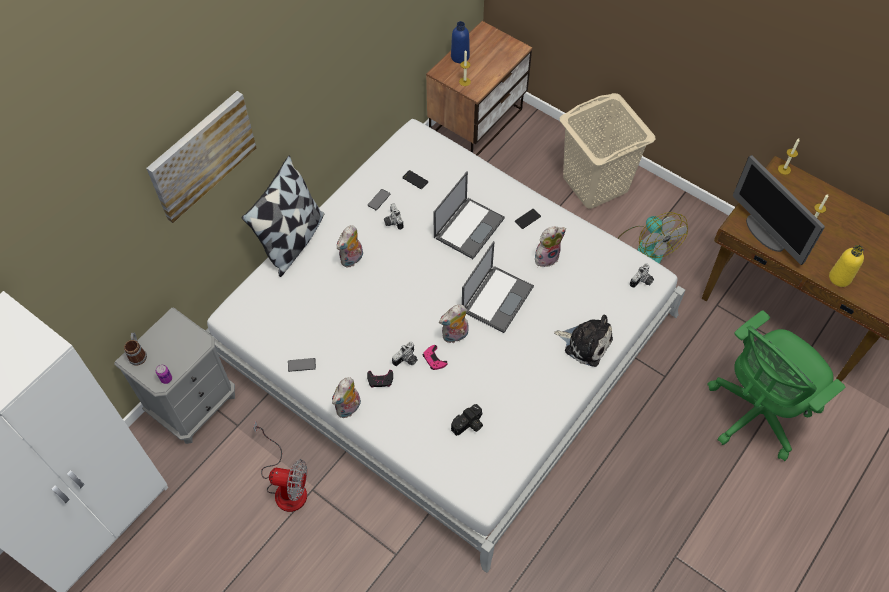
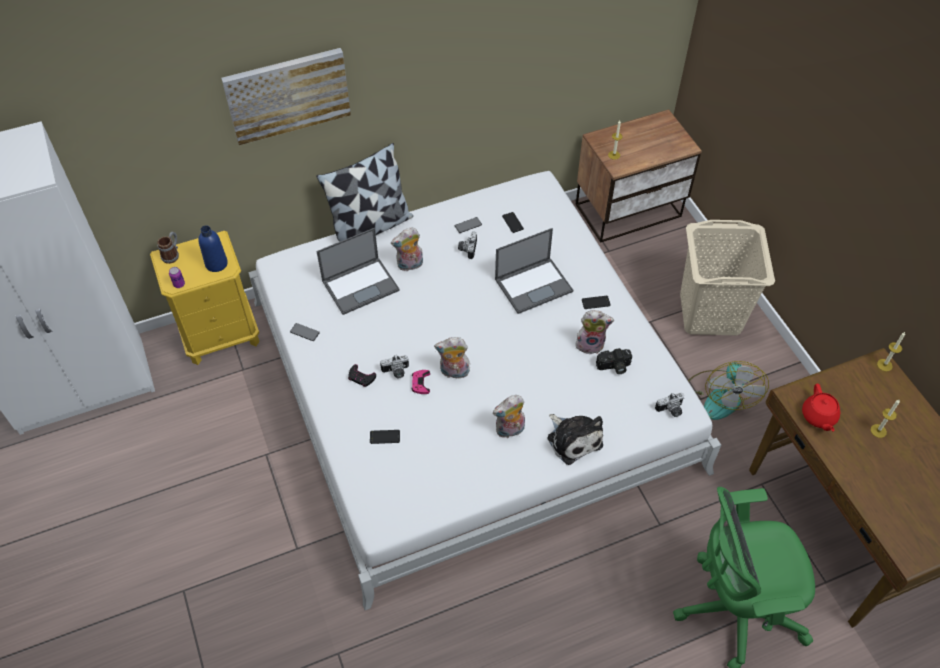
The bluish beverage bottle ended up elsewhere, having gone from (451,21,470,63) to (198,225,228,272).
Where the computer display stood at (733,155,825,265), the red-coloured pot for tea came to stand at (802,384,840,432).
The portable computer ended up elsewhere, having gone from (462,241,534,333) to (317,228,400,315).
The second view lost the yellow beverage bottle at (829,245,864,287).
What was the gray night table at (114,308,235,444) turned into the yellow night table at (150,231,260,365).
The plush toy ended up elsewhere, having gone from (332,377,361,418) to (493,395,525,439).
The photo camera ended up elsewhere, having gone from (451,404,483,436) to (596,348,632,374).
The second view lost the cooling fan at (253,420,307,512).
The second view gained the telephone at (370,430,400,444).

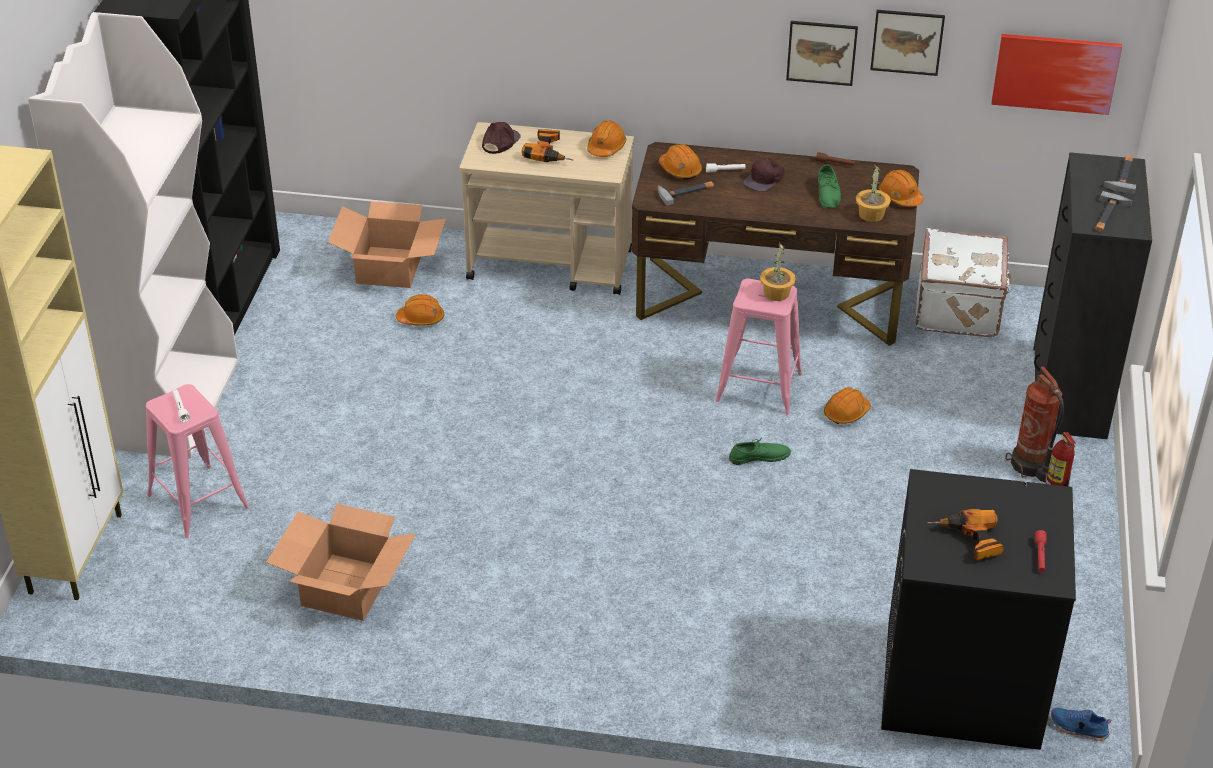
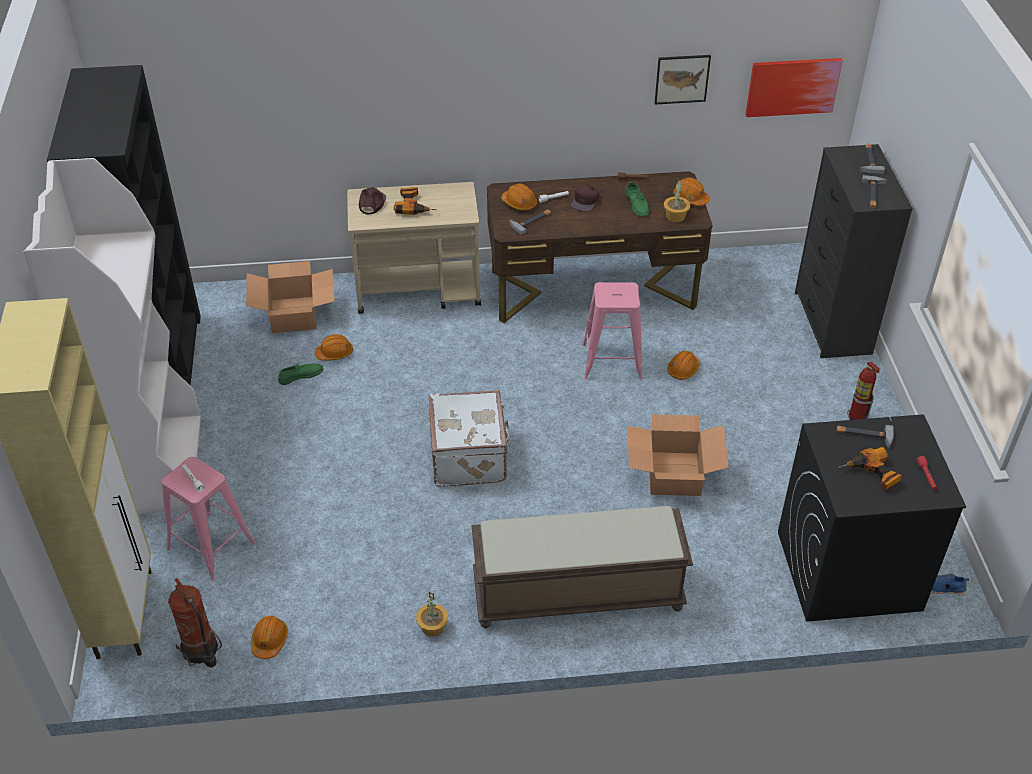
The second view lost the picture at (786,21,858,86).
The orange-coloured safety helmet ended up elsewhere, having gone from (587,121,626,157) to (251,616,288,659).
The white piece of luggage ended up elsewhere, having gone from (915,228,1011,337) to (429,390,510,487).
The plant in a pot ended up elsewhere, having gone from (760,242,796,301) to (416,592,448,637).
The fire-fighting cylinder ended up elsewhere, having gone from (1005,367,1064,483) to (168,578,222,668).
The greenish item of footwear ended up elsewhere, having gone from (729,437,791,465) to (278,362,324,385).
The packing box ended up elsewhere, having gone from (266,504,416,621) to (627,414,729,496).
The second view gained the hammer at (837,425,894,449).
The second view gained the brown indoor bench at (472,506,693,628).

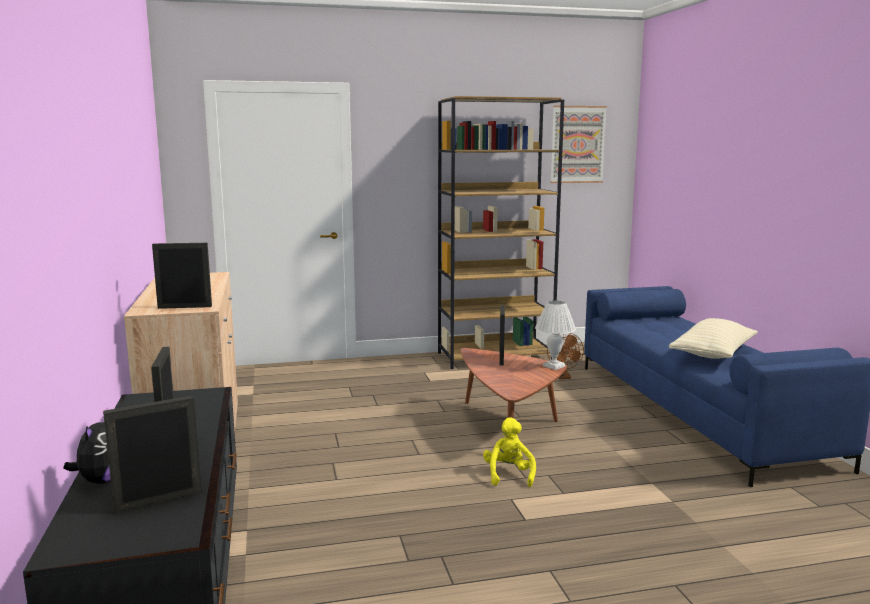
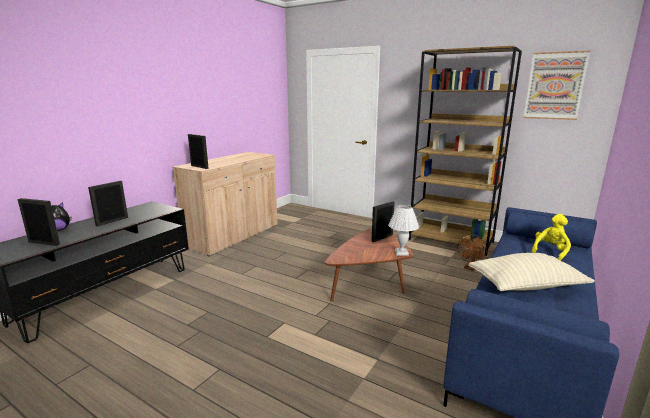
The yellow plush toy ended up elsewhere, having gone from (483,417,536,487) to (532,214,571,261).

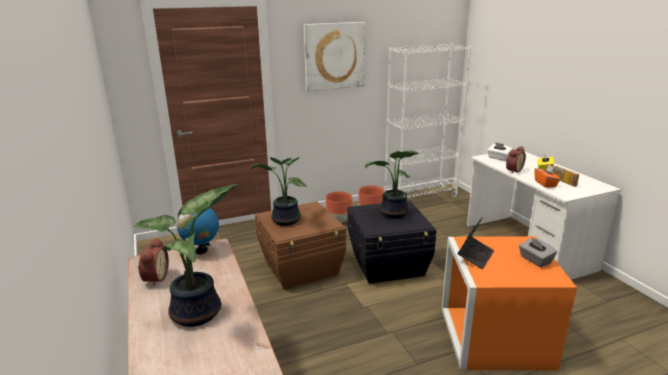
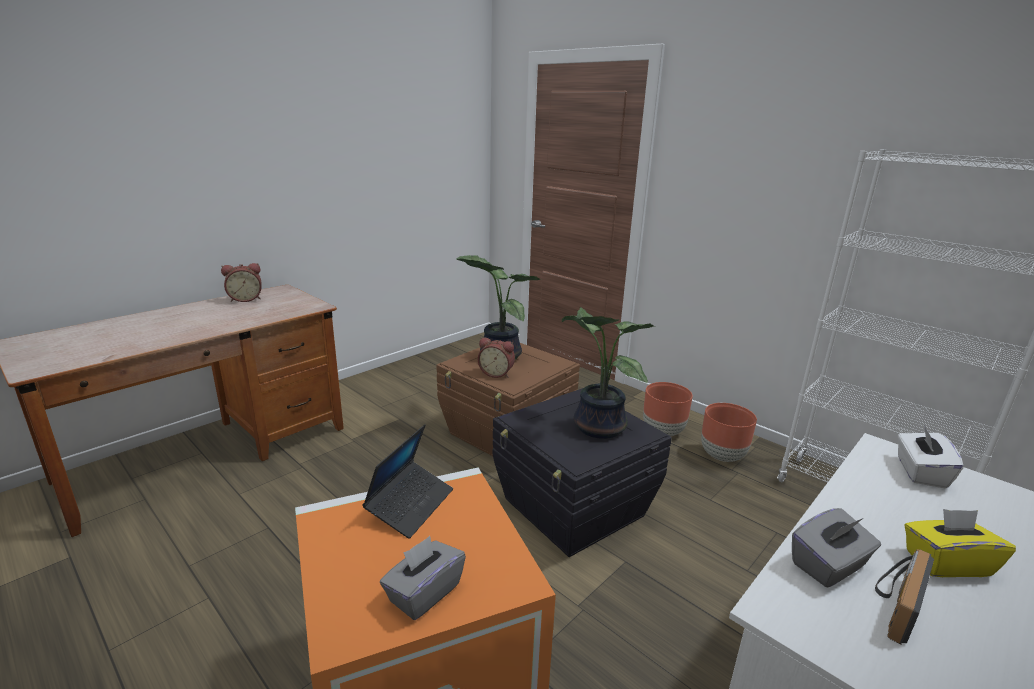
The second view lost the picture at (304,22,365,91).
The alarm clock ended up elsewhere, having gone from (506,146,526,173) to (478,337,515,378).
What was the orange-coloured box of tissues at (535,165,560,188) turned into the gray box of tissues at (792,508,881,587).
The second view lost the plant in a pot at (133,184,238,327).
The second view lost the globe at (177,208,219,254).
The portable computer at (458,217,494,269) ended up facing another way, 75 degrees counterclockwise from before.

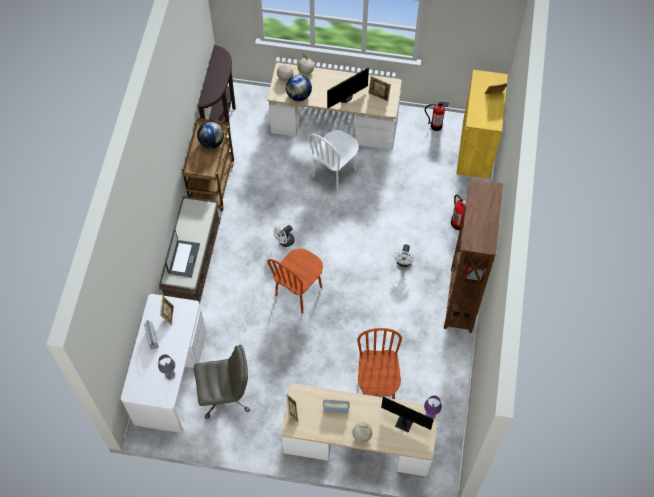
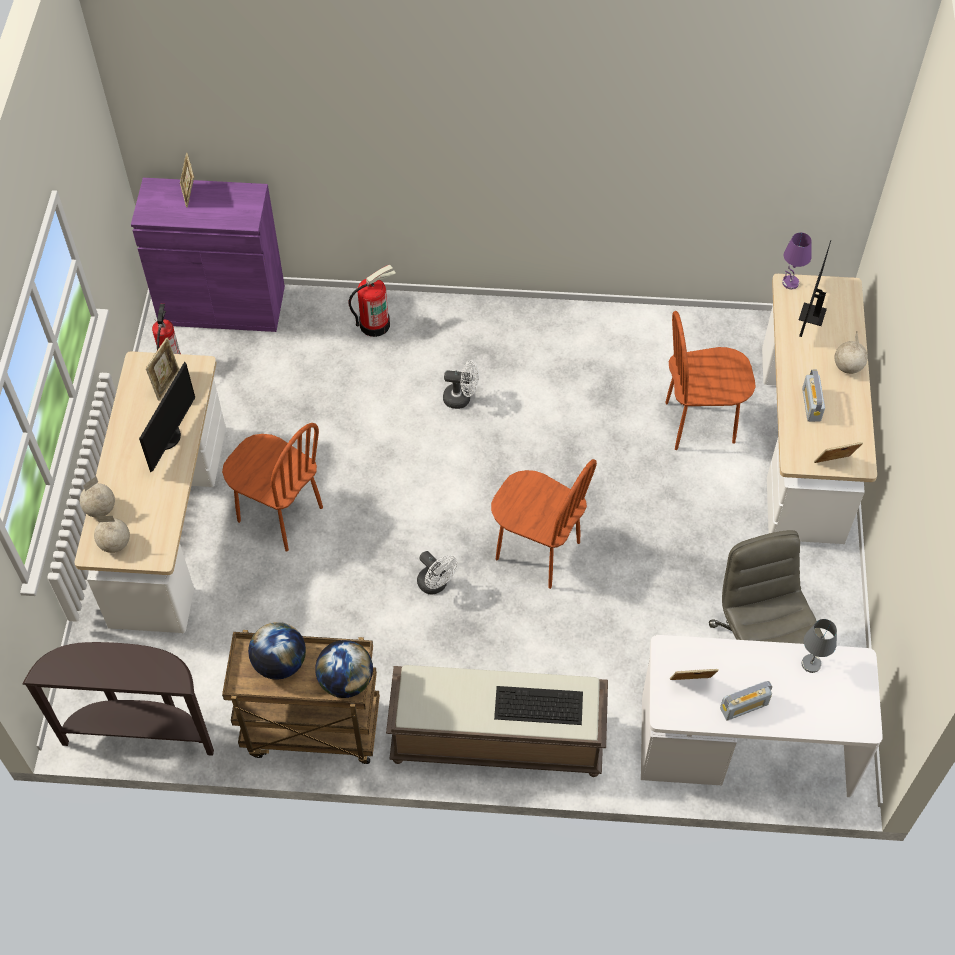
The computer display at (327,67,369,108) ended up facing another way, 60 degrees clockwise from before.
What was the yellow cupboard at (456,70,508,179) turned into the purplish cupboard at (131,178,285,332).
The globe ended up elsewhere, having gone from (286,75,312,101) to (315,640,373,698).
What was the white plain chair at (308,130,359,193) turned into the brown plain chair at (222,423,323,552).
The second view lost the brown shelving unit at (444,179,503,333).
Where the portable computer stood at (165,229,200,277), the keyboard came to stand at (494,686,583,725).

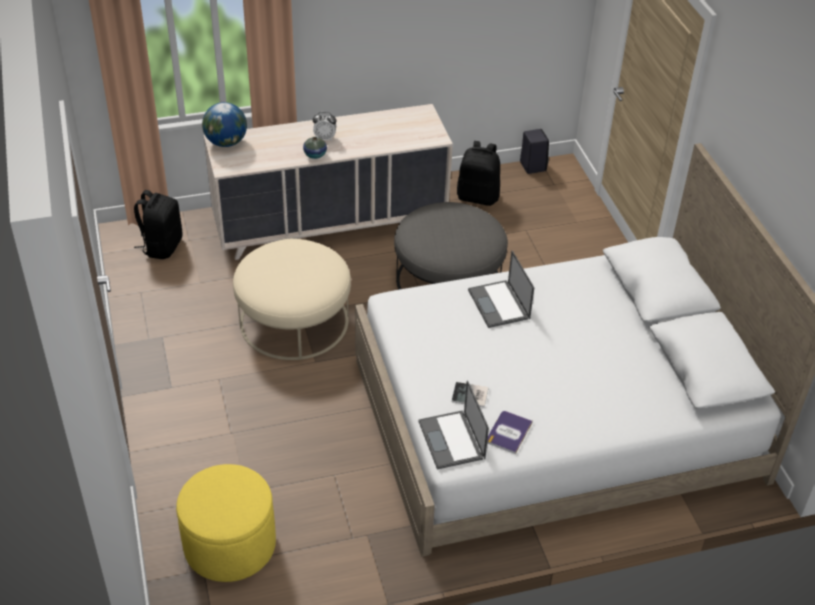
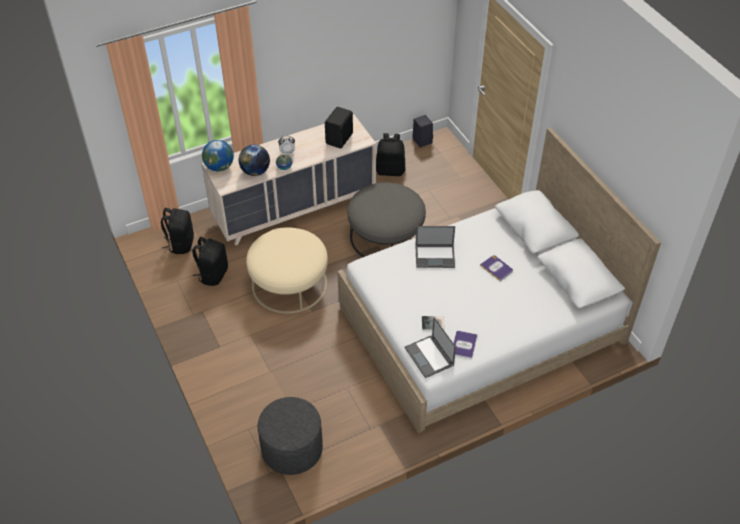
The portable computer at (468,251,534,328) ended up facing another way, 60 degrees counterclockwise from before.
What was the yellow pouffe at (176,464,276,582) turned into the gray pouffe at (258,397,323,475).
The second view gained the blackish audio speaker at (325,107,353,148).
The second view gained the globe at (239,145,270,176).
The second view gained the blackish backpack at (192,237,228,286).
The second view gained the book at (480,255,513,281).

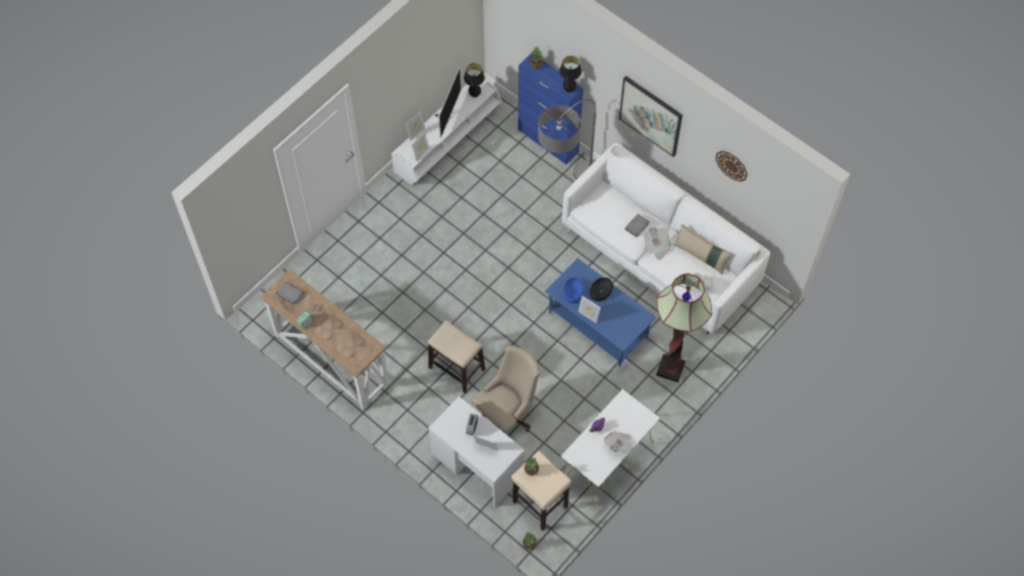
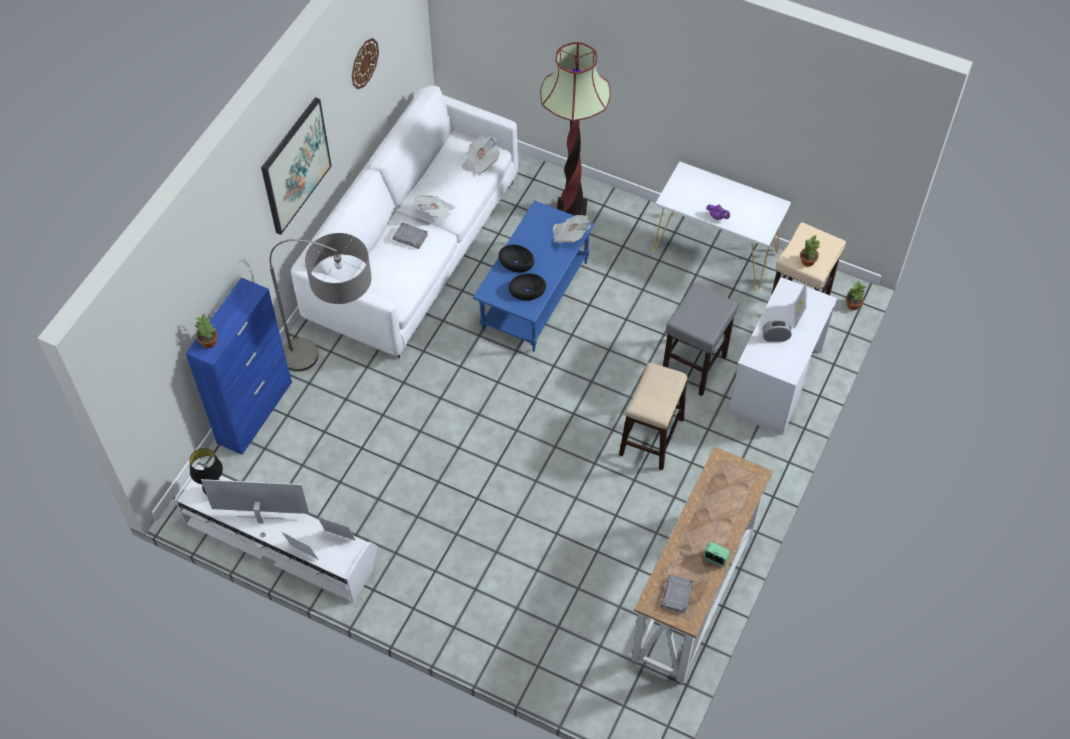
The second view lost the blackish lamp for a table at (559,56,581,92).
The second view lost the beige-coloured throw pillow at (674,224,733,275).
What was the bluish bowl at (563,277,584,303) turned into the blackish bowl at (509,273,546,301).
The second view lost the standing frame at (578,296,601,324).
Where the beige-coloured desk chair stood at (470,345,541,433), the gray sitting stool came to stand at (663,283,739,396).
The printed paper ended up elsewhere, having gone from (604,431,633,454) to (553,215,591,243).

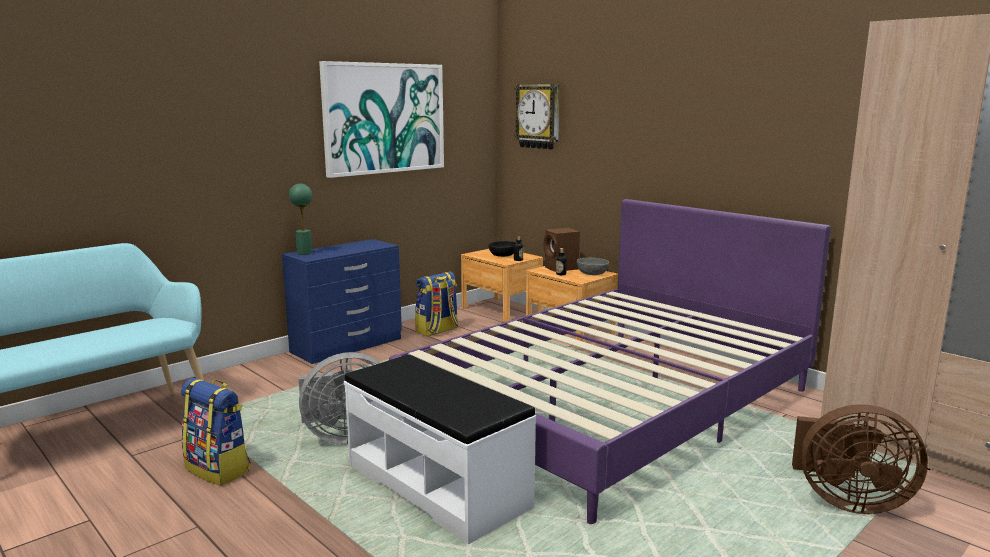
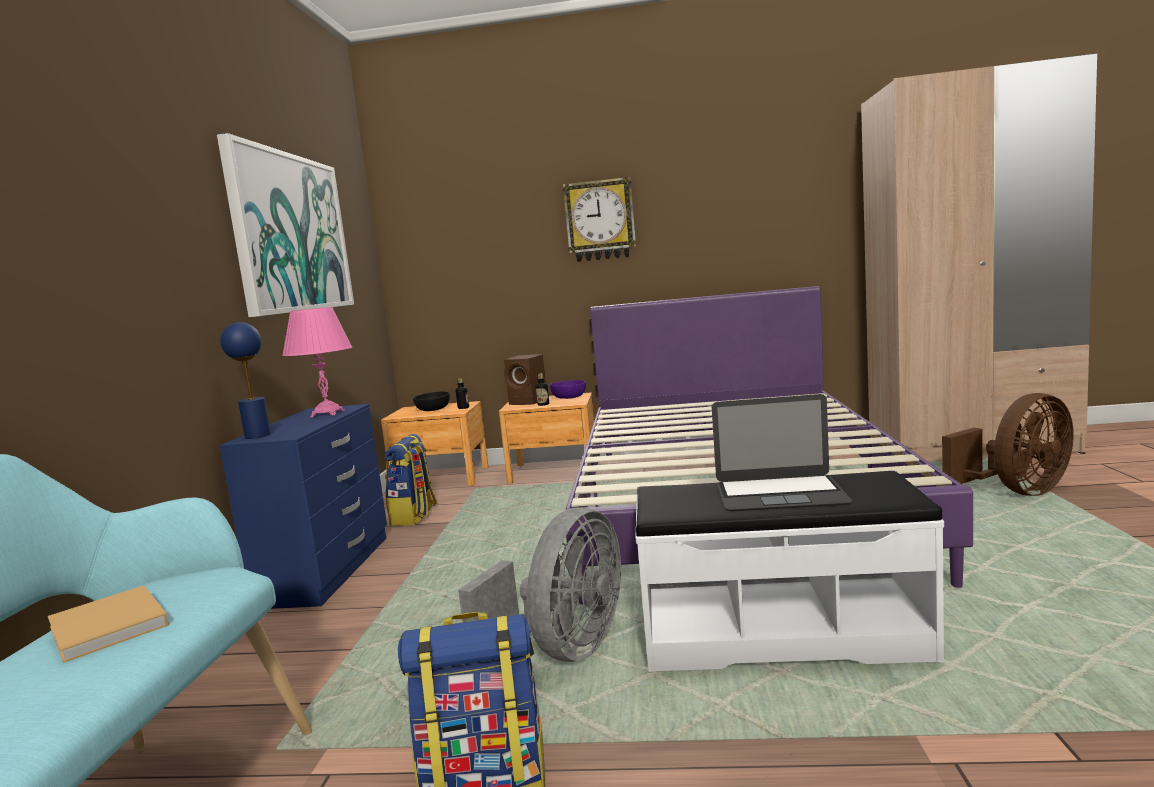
The wall clock ended up elsewhere, having gone from (514,84,560,149) to (563,177,636,262).
What was the greenish lamp for a table at (289,184,312,255) turned into the bluish lamp for a table at (220,322,271,439).
What was the gray bowl at (577,258,609,275) turned into the purplish bowl at (549,380,586,399).
The second view gained the pinkish lamp for a table at (282,307,352,417).
The second view gained the portable computer at (712,394,852,511).
The second view gained the beige-coloured book at (48,585,169,663).

